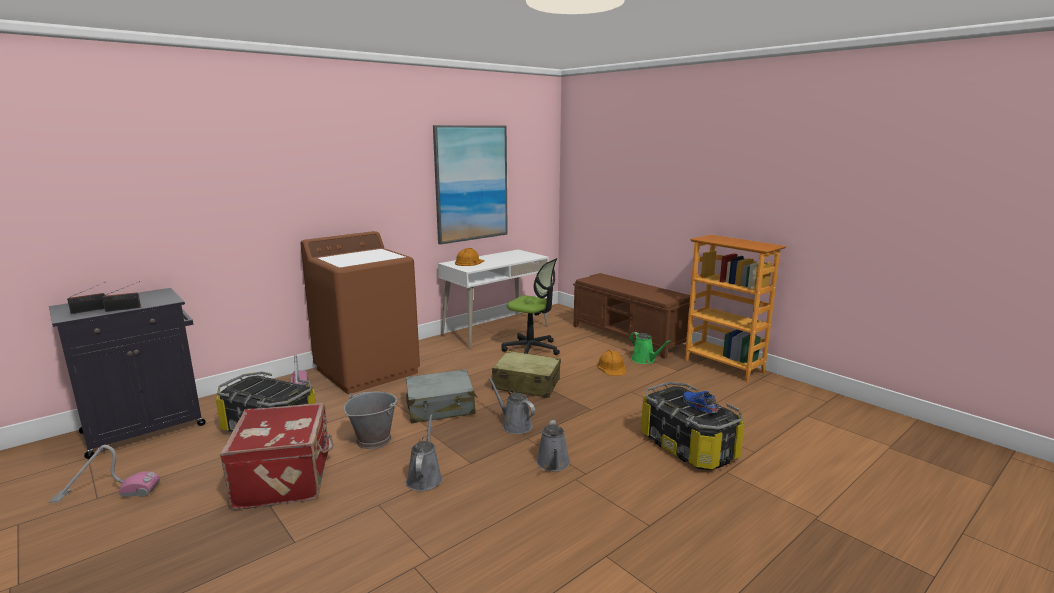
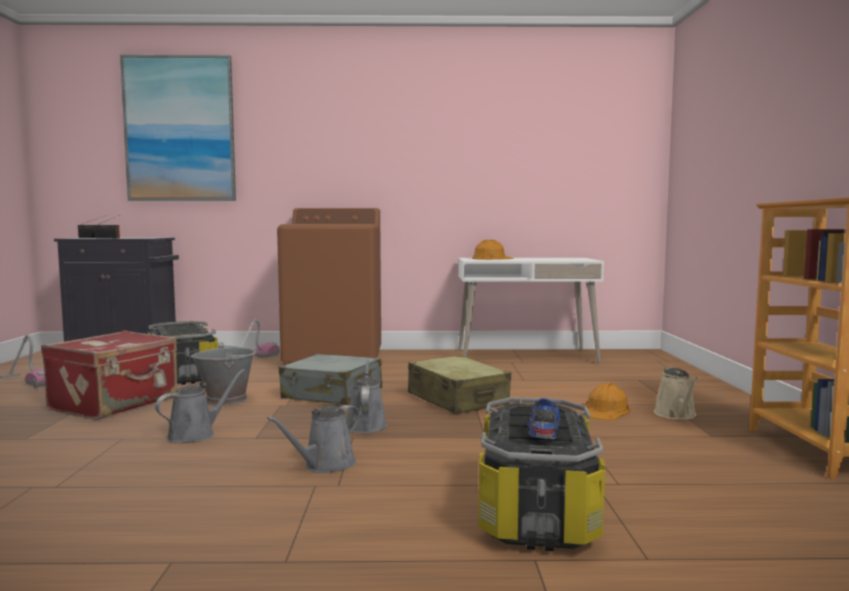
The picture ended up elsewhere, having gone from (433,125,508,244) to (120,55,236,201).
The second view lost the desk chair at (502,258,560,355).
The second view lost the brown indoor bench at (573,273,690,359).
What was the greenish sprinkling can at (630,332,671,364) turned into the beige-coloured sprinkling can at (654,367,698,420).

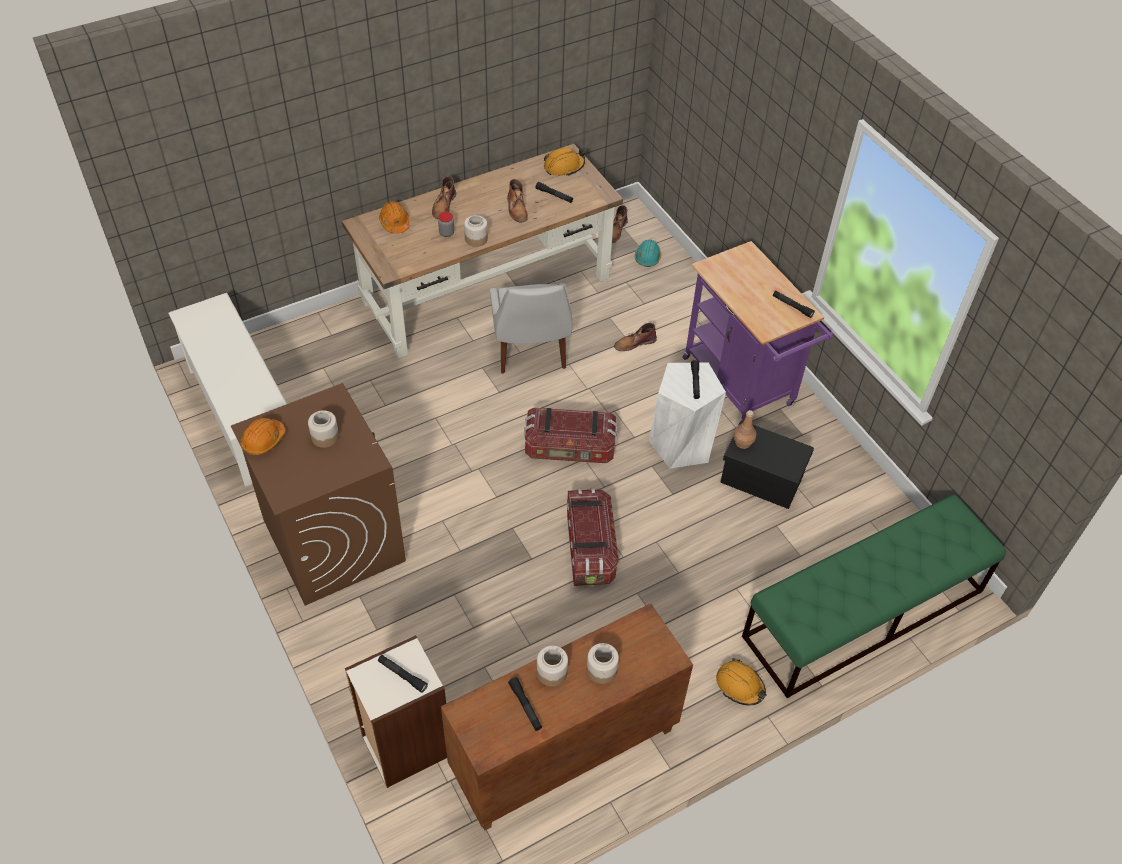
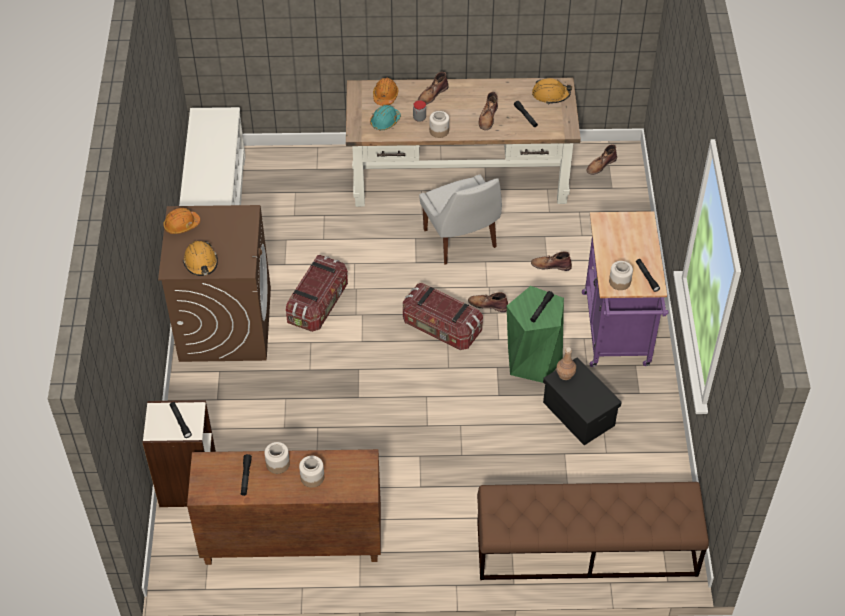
The blue-green safety helmet ended up elsewhere, having gone from (635,240,661,267) to (370,105,401,131).
The white plain chair at (490,283,572,374) ended up facing another way, 45 degrees counterclockwise from before.
What was the white sitting stool at (649,362,726,468) turned into the greenish sitting stool at (507,286,564,383).
The preserve jar ended up elsewhere, having gone from (308,410,339,448) to (609,261,633,290).
The storage container ended up elsewhere, having gone from (567,488,619,586) to (286,255,348,332).
What was the greenish indoor bench at (742,495,1006,698) turned into the brown indoor bench at (477,482,709,580).
The orange-coloured safety helmet ended up elsewhere, having gone from (716,658,767,706) to (183,241,218,276).
The second view gained the brown high-top boot at (468,292,508,312).

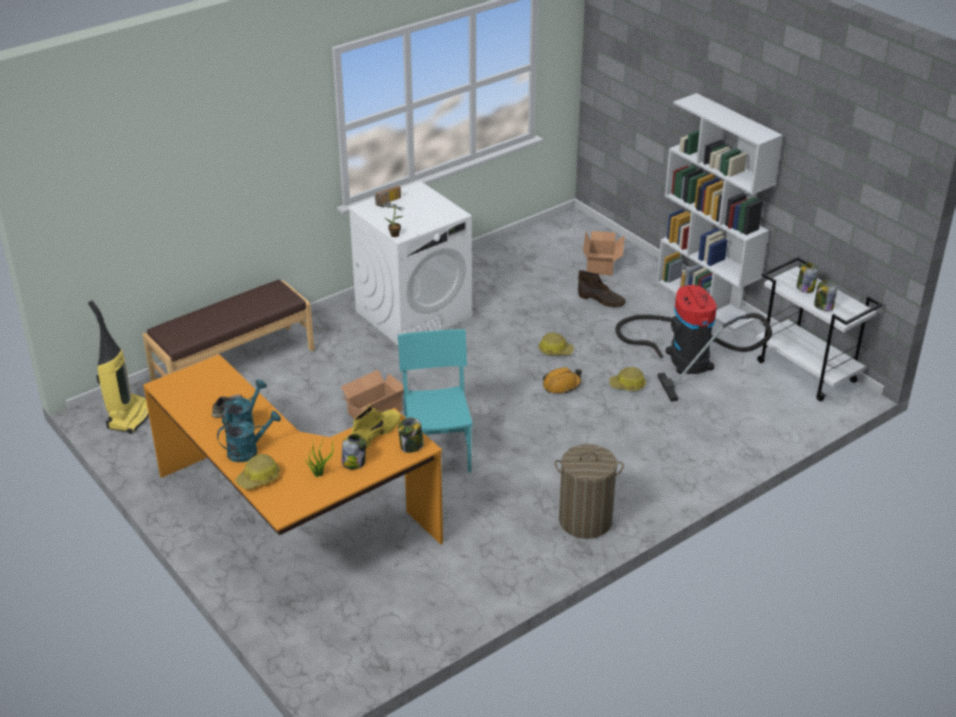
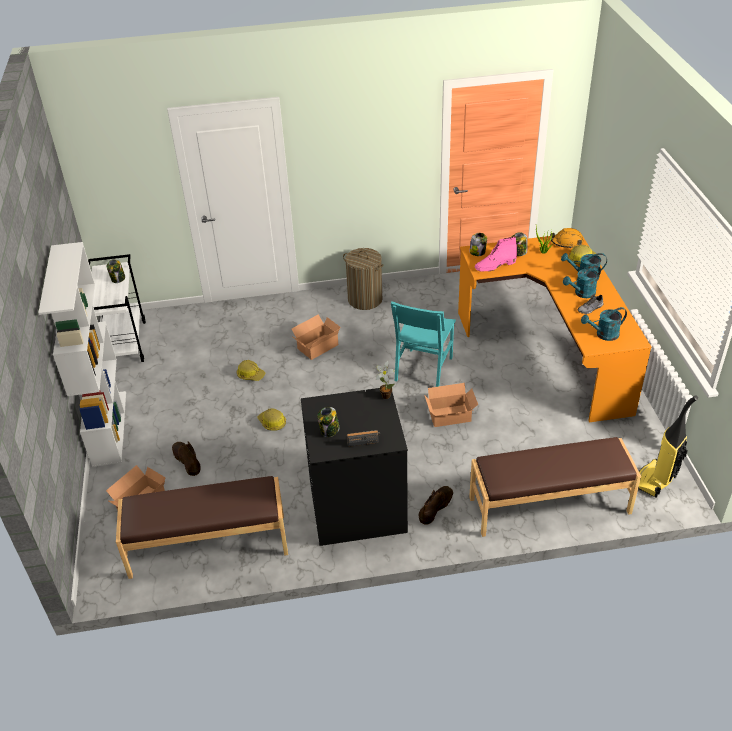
What was the white laundry appliance at (348,181,472,345) turned into the blackish laundry appliance at (301,388,408,546).
The preserve jar ended up elsewhere, having gone from (796,262,819,293) to (317,407,339,437).
The second view lost the hoover at (615,285,772,402).
The orange-coloured safety helmet ended up elsewhere, having gone from (543,367,582,394) to (550,228,583,249).
What was the yellow high-top boot at (351,405,401,448) turned into the pinkish high-top boot at (475,237,517,272).
The second view gained the blue-green sprinkling can at (581,307,627,341).
The second view gained the packing box at (292,314,340,360).
The second view gained the brown indoor bench at (116,476,288,579).
The second view gained the brown high-top boot at (419,486,453,525).

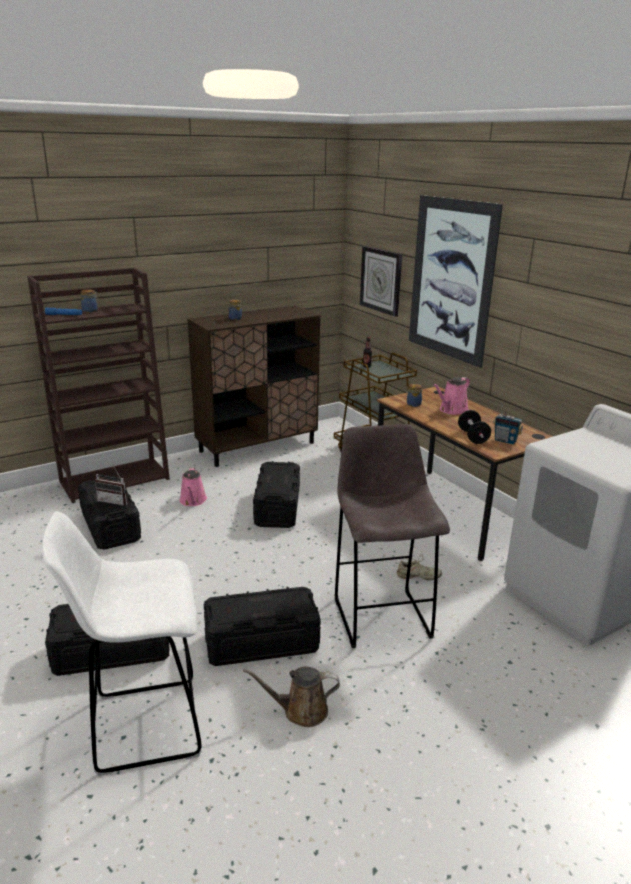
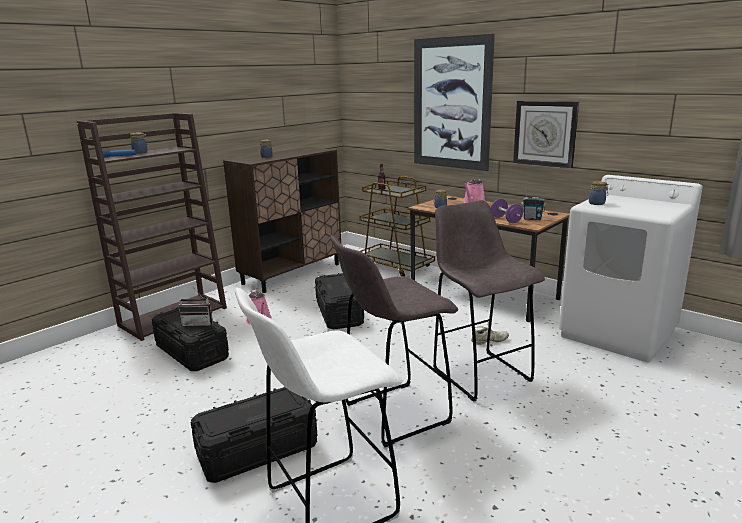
The wall clock ended up elsewhere, having gone from (360,246,402,317) to (513,101,579,168).
What was the blackish hand weight at (458,410,491,444) turned into the purplish hand weight at (491,199,523,223).
Where the blackish storage container stood at (204,587,321,666), the gray sitting stool came to stand at (330,235,458,447).
The second view lost the brown sprinkling can at (243,667,340,727).
The second view gained the preserve jar at (589,181,609,205).

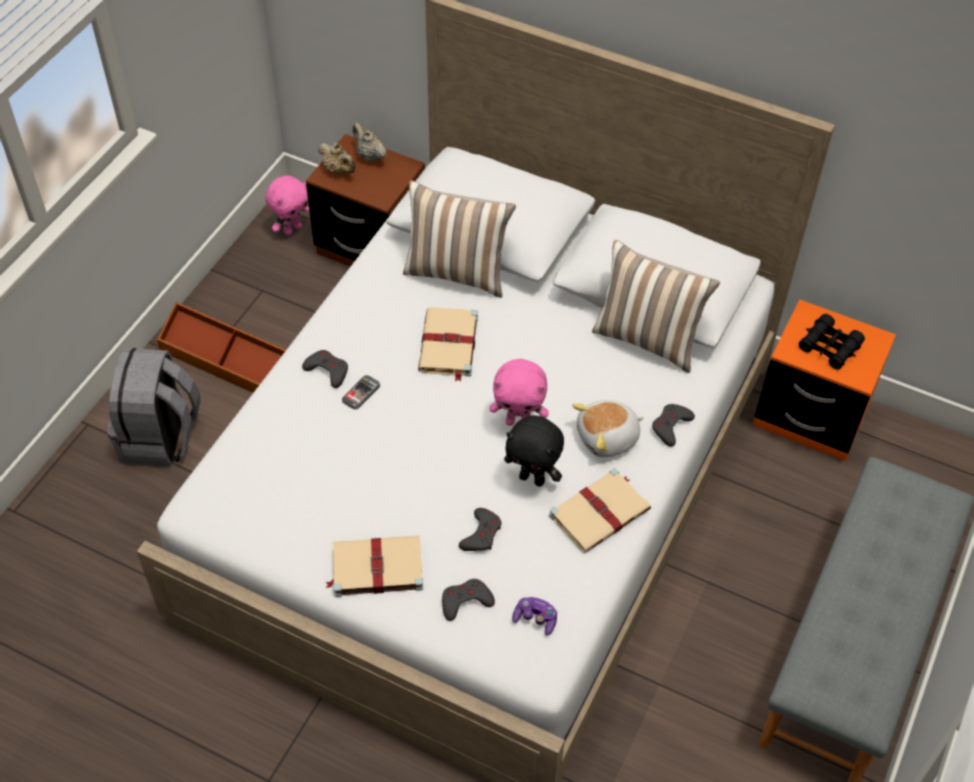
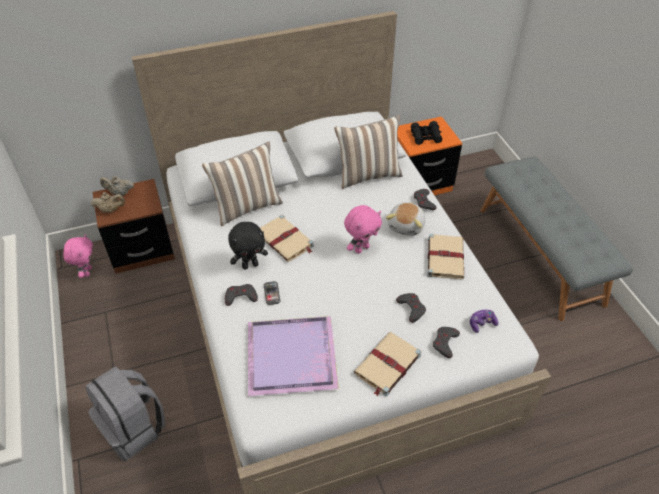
The second view lost the brown storage container at (157,302,286,393).
The blackish plush toy ended up elsewhere, having gone from (504,415,564,486) to (228,222,268,270).
The second view gained the purplish carrying tray at (248,316,339,396).

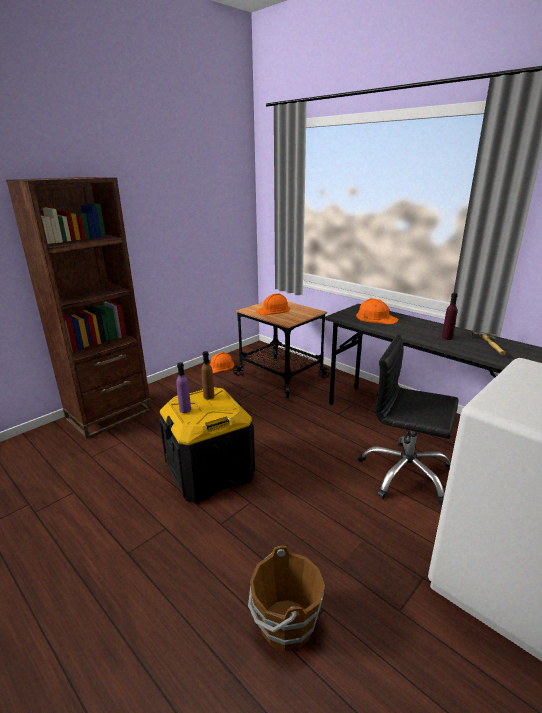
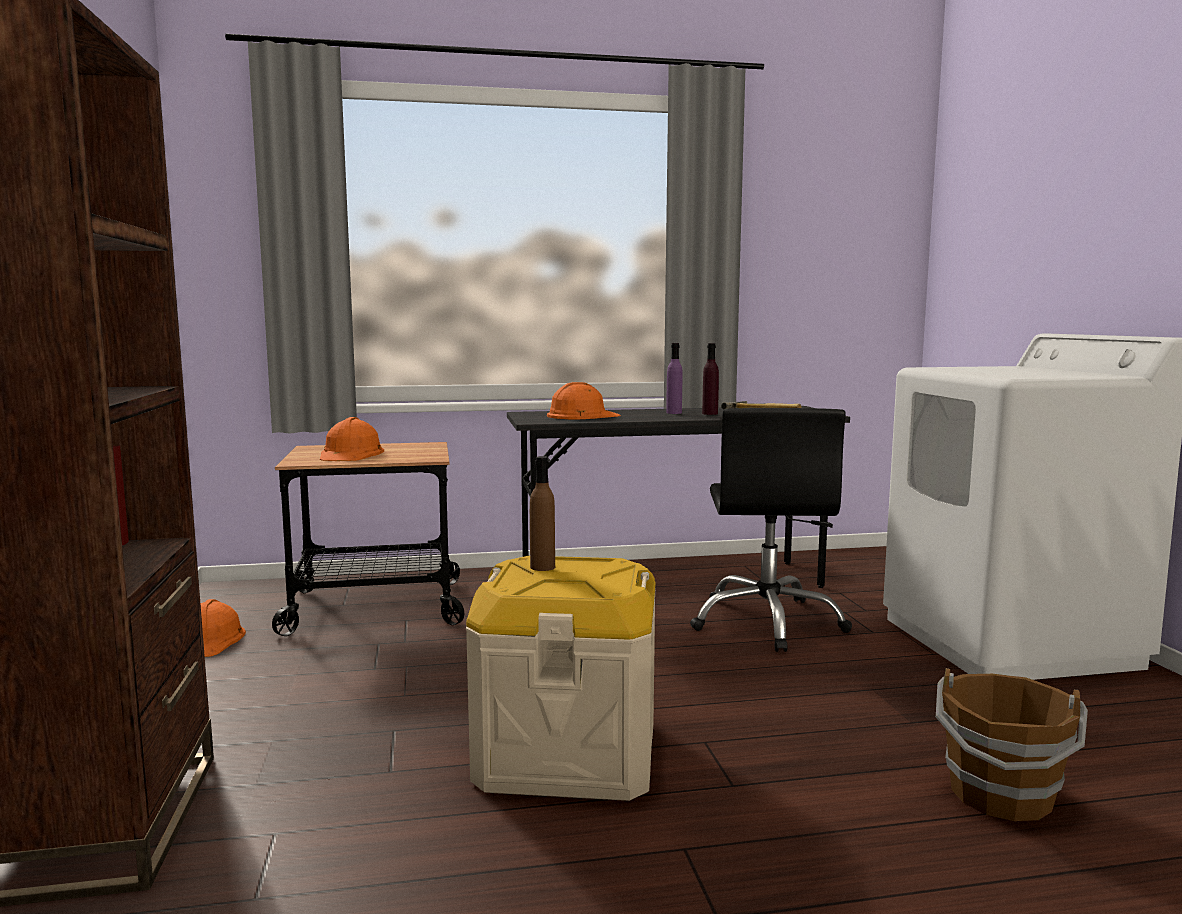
The blackish desk chair at (358,334,459,505) ended up facing another way, 60 degrees counterclockwise from before.
The purplish beverage bottle ended up elsewhere, having gone from (176,362,191,413) to (666,343,682,414).
What was the blackish storage container at (159,387,255,503) turned into the beige-coloured storage container at (466,556,656,801).

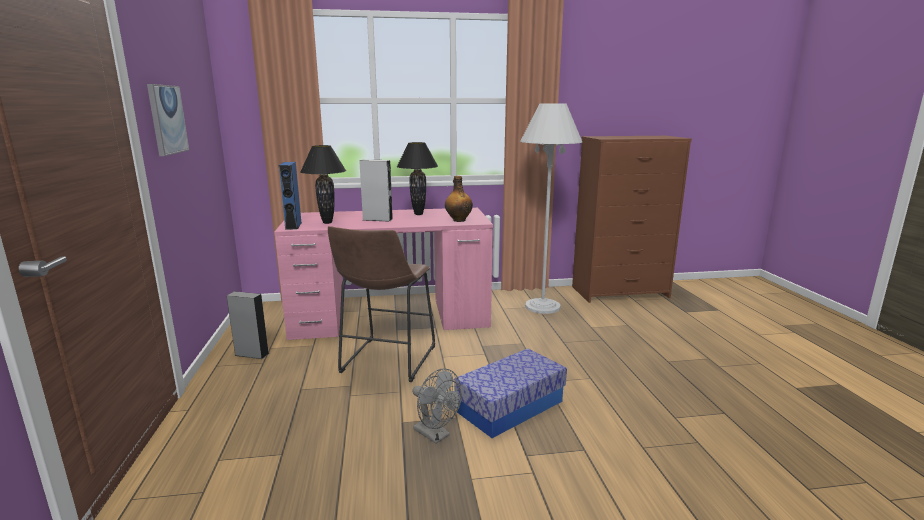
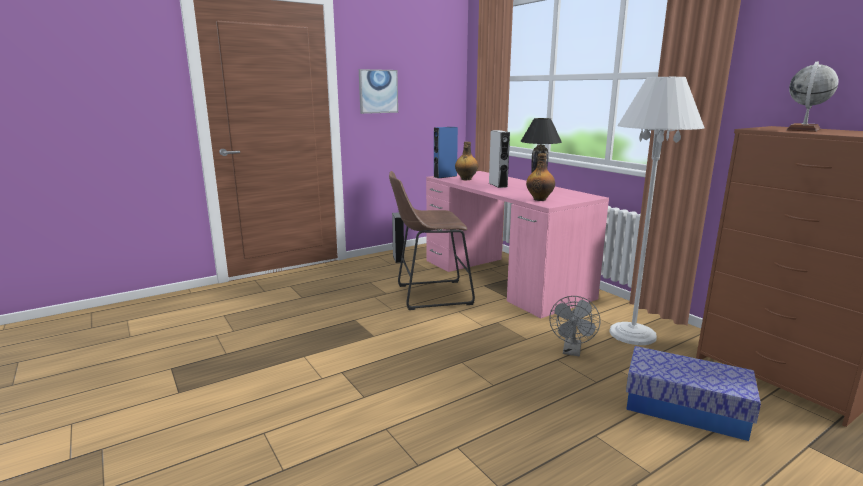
Where the blackish lamp for a table stood at (300,145,346,224), the beverage bottle came to stand at (455,142,478,180).
The storage container ended up elsewhere, having gone from (454,349,567,438) to (626,346,761,441).
The gray cooling fan ended up elsewhere, having gone from (412,368,462,444) to (549,296,600,356).
The second view gained the globe at (786,62,839,132).

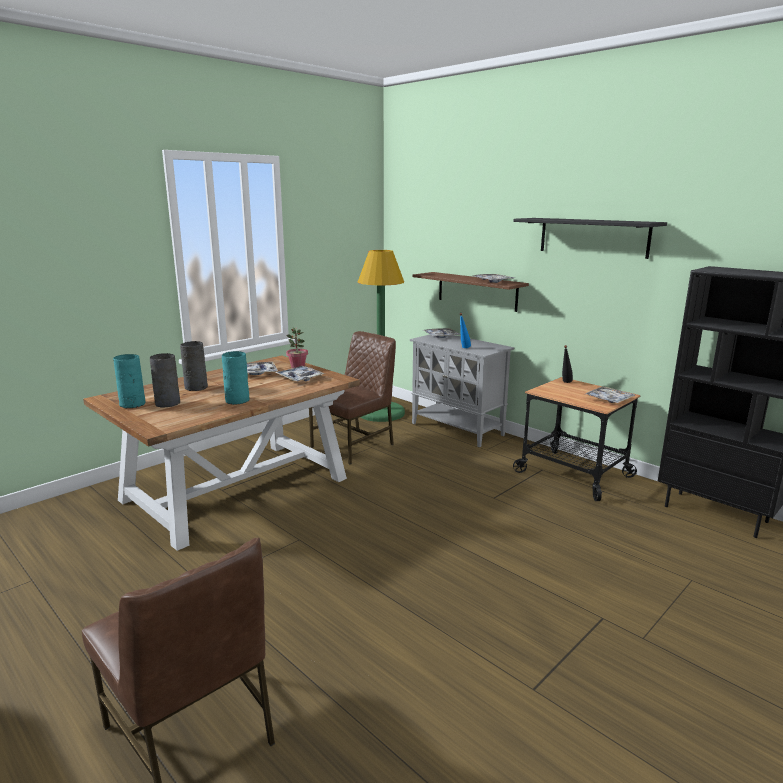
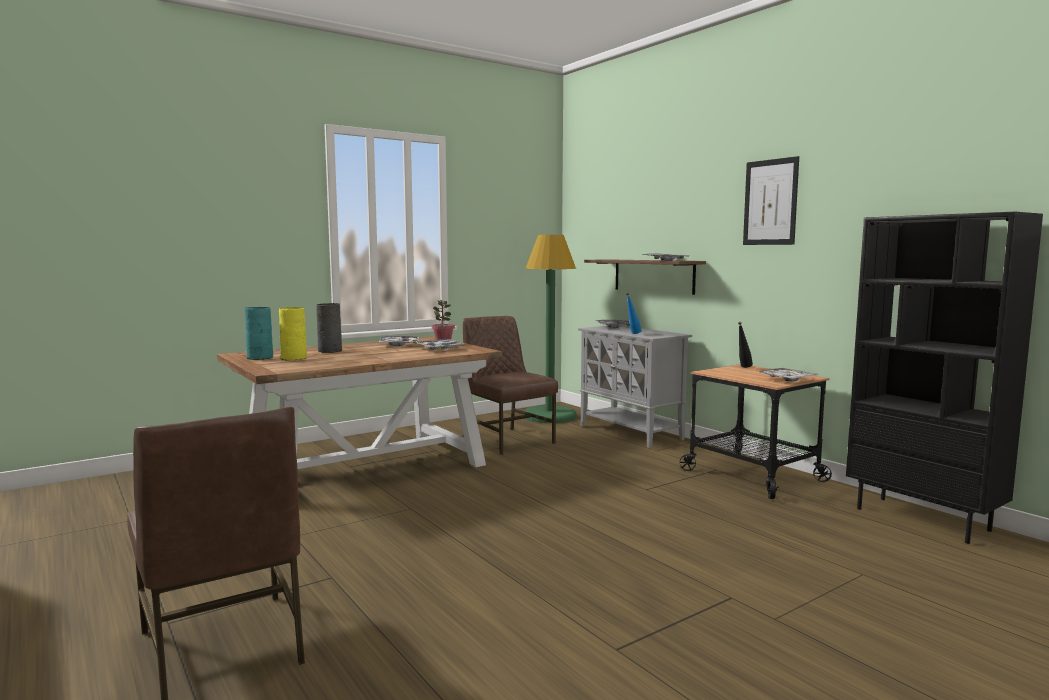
Where the blackish wall shelf hung at (513,218,667,259), the picture came to hang at (743,156,799,245).
The brown plain chair at (309,331,396,464) ended up facing another way, 90 degrees counterclockwise from before.
The second view lost the blue-green flower vase at (222,351,249,405).
What was the gray flower vase at (150,353,180,408) turned into the yellow flower vase at (279,307,307,360).

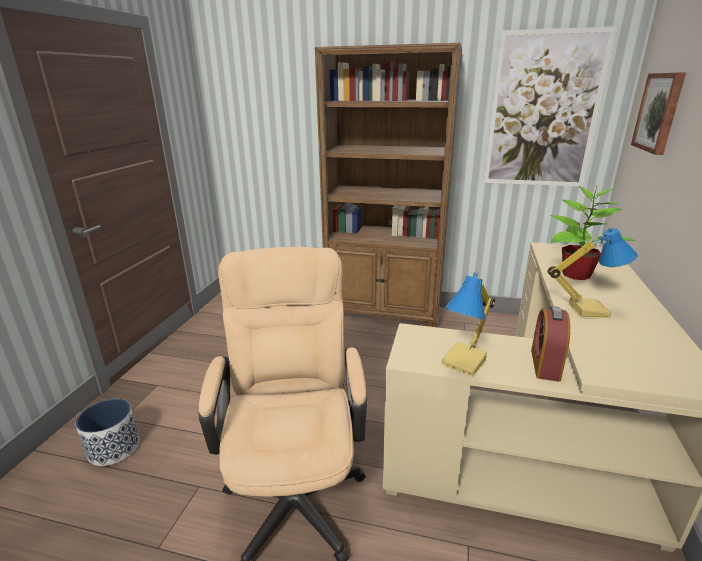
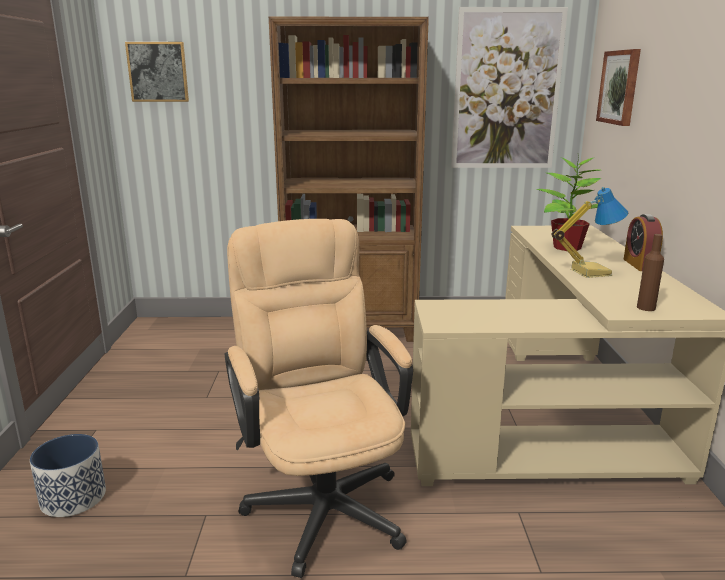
The second view lost the lamp for a table at (441,272,495,377).
The alarm clock ended up elsewhere, having gone from (531,306,570,382) to (624,214,663,271).
The second view gained the picture at (125,42,189,102).
The second view gained the brown beverage bottle at (637,234,664,311).

